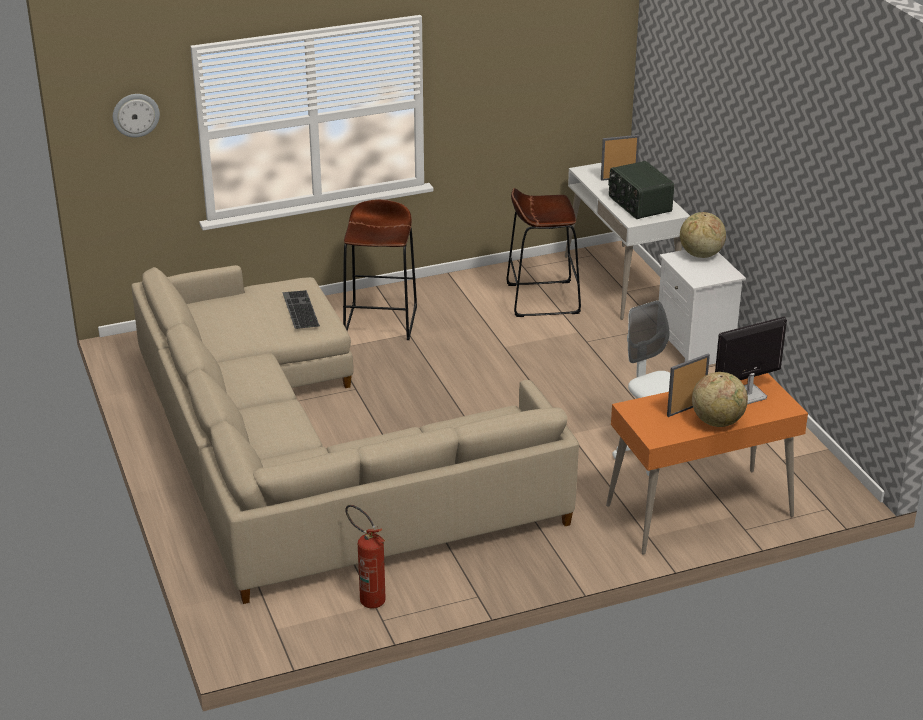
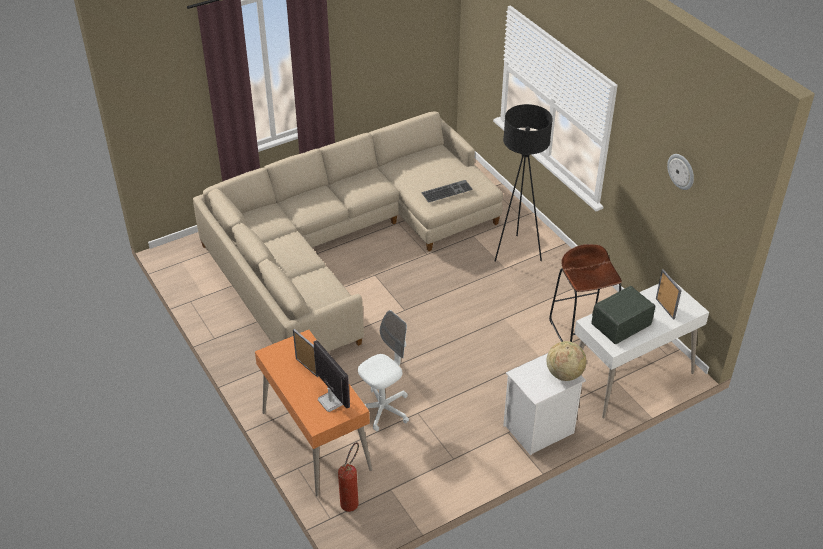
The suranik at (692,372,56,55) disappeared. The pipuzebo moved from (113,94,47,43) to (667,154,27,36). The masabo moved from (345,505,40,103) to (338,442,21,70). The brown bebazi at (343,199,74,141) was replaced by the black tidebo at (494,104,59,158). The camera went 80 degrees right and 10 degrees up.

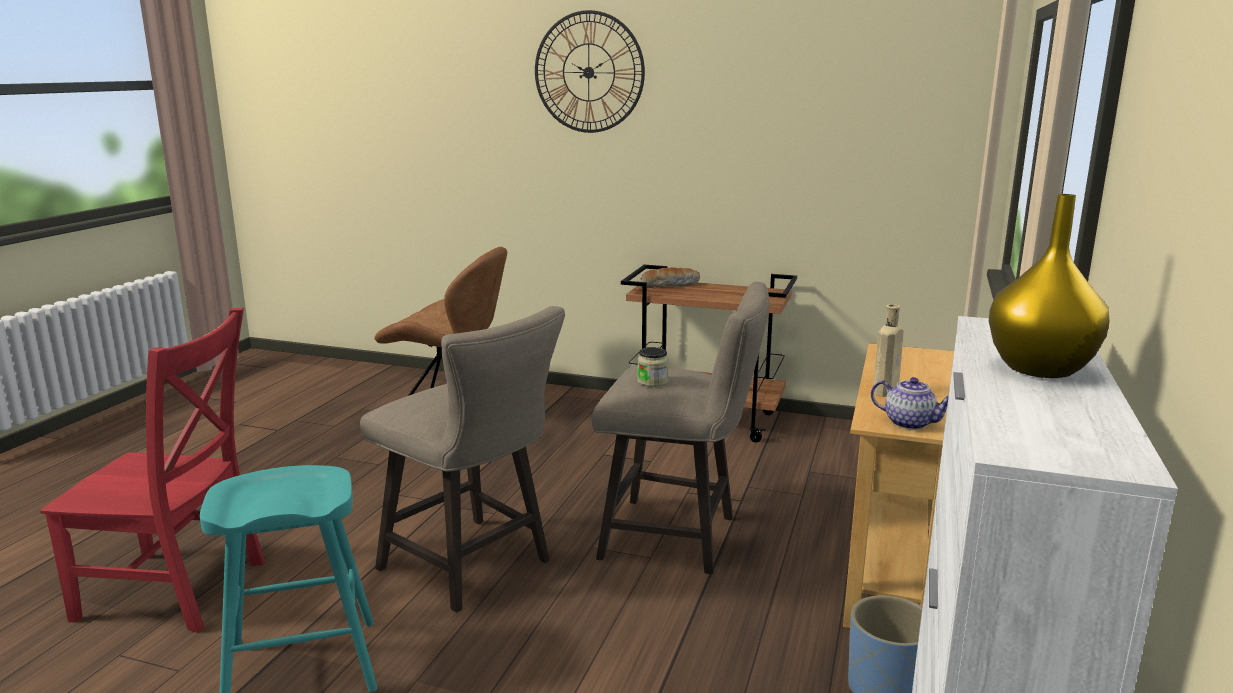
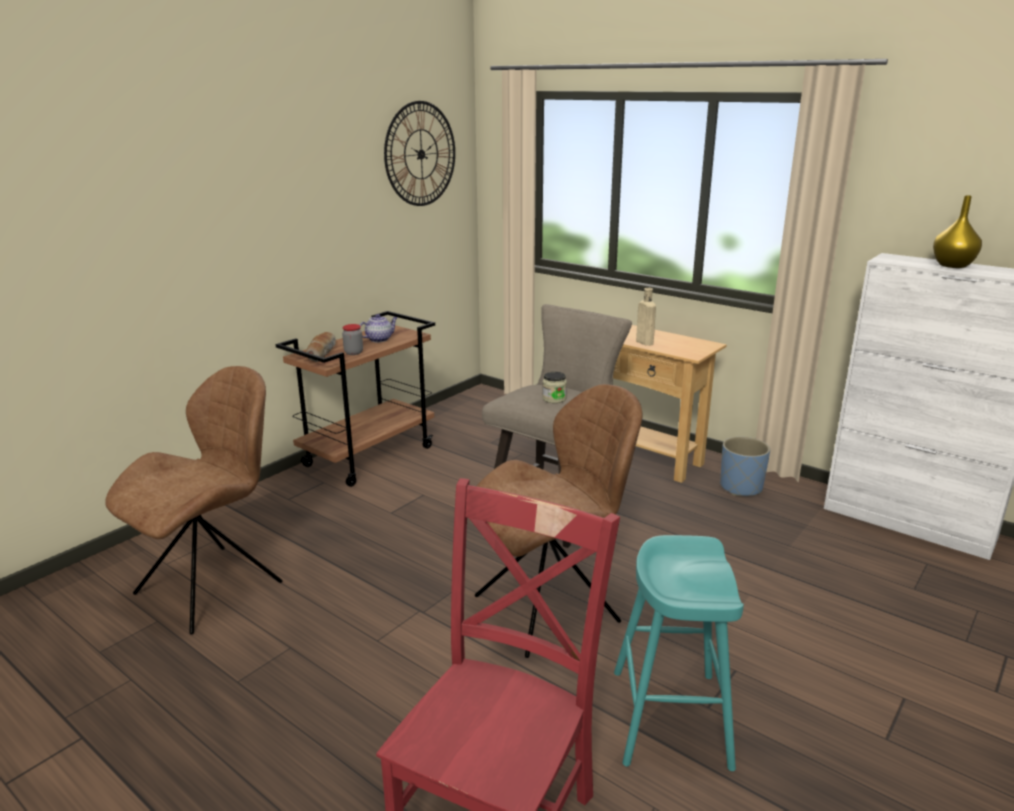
The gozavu at (342,324,21,31) appeared. The pipuzebo moved from (535,10,110,123) to (384,101,71,105). The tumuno moved from (871,377,78,53) to (360,314,38,28). The beige bebazi at (360,306,205,306) was replaced by the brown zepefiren at (475,384,167,274). The camera went 70 degrees left and 5 degrees up.

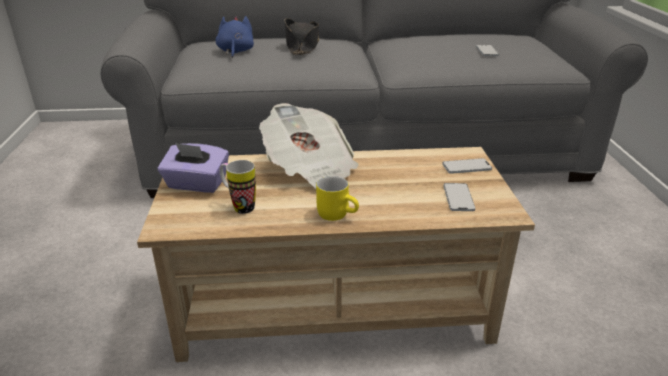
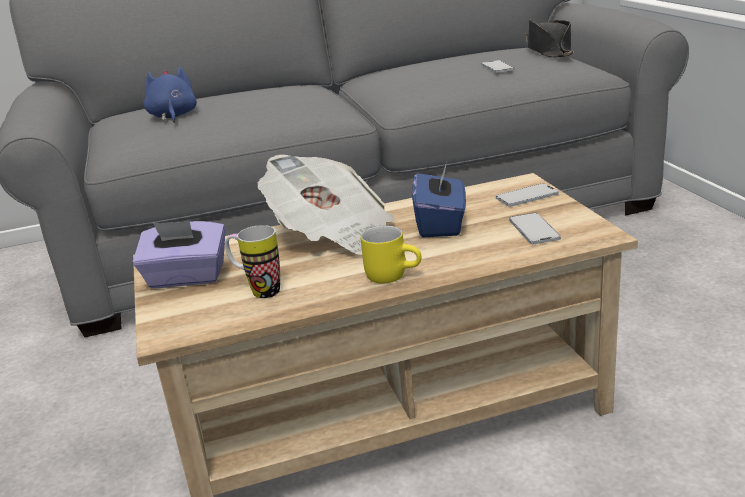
The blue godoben at (412,162,54,75) appeared. The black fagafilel moved from (285,18,34,37) to (525,19,49,38). The camera went 10 degrees left and 5 degrees down.

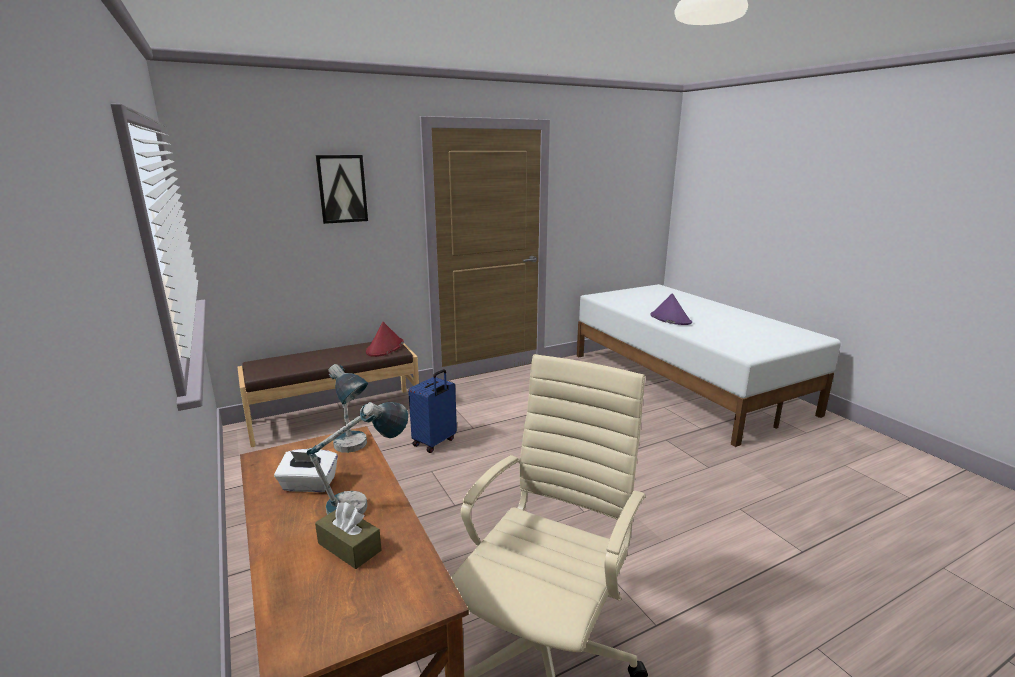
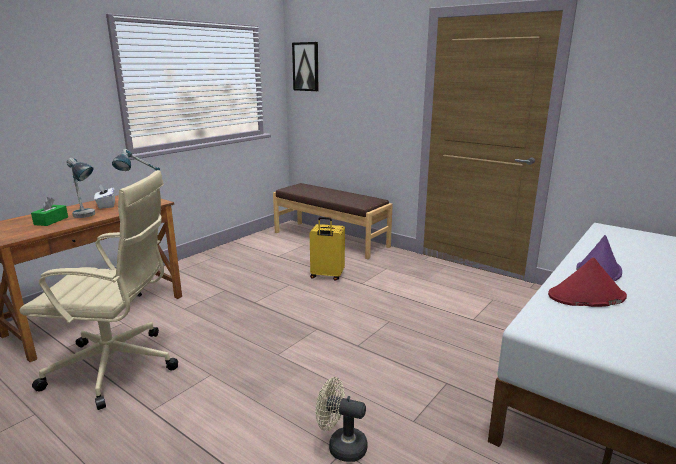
The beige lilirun at (316,377,52,85) appeared. The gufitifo moved from (316,155,52,69) to (292,42,26,49). The red fagafilel moved from (366,322,38,35) to (548,257,79,50). The brown godoben at (315,502,67,67) became the green godoben at (31,197,37,29). The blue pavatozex at (408,369,49,84) became the yellow pavatozex at (310,217,35,64). The camera went 65 degrees right and 0 degrees up.

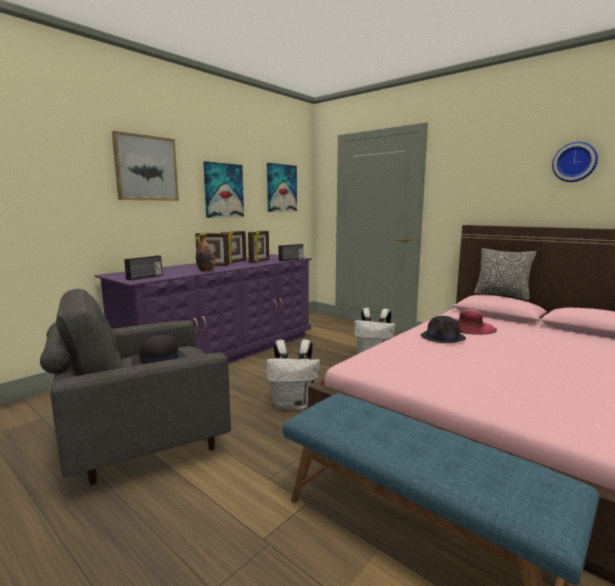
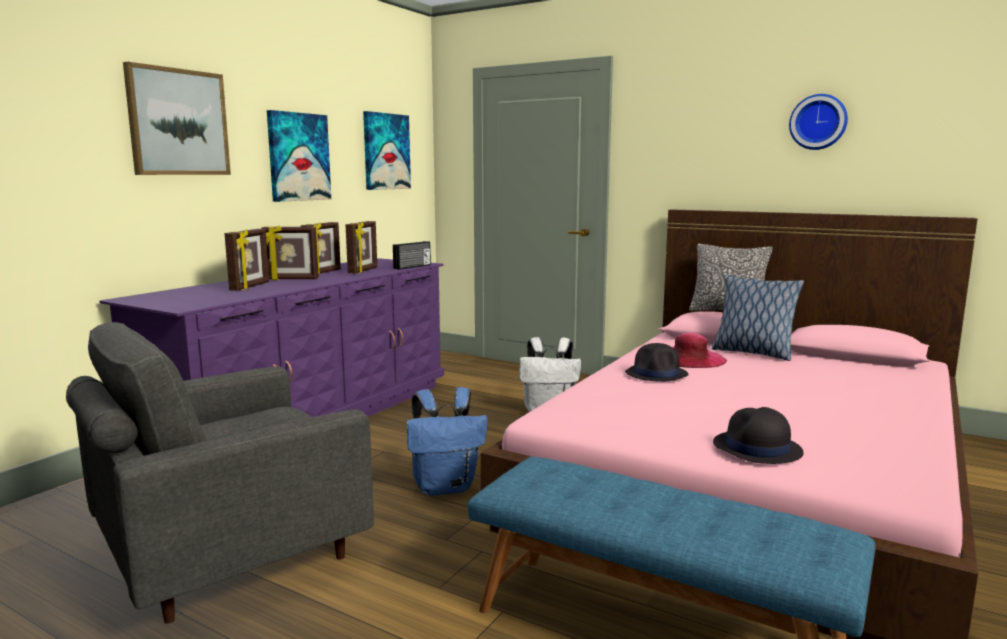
The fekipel at (124,255,39,25) disappeared. The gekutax at (196,234,19,38) disappeared. The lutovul at (225,229,44,61) appeared. The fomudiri at (712,274,92,87) appeared. The black fagafilel moved from (131,335,55,31) to (713,407,91,57). The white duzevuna at (266,339,54,71) became the blue duzevuna at (407,387,81,109). The camera went 10 degrees left and 0 degrees up.

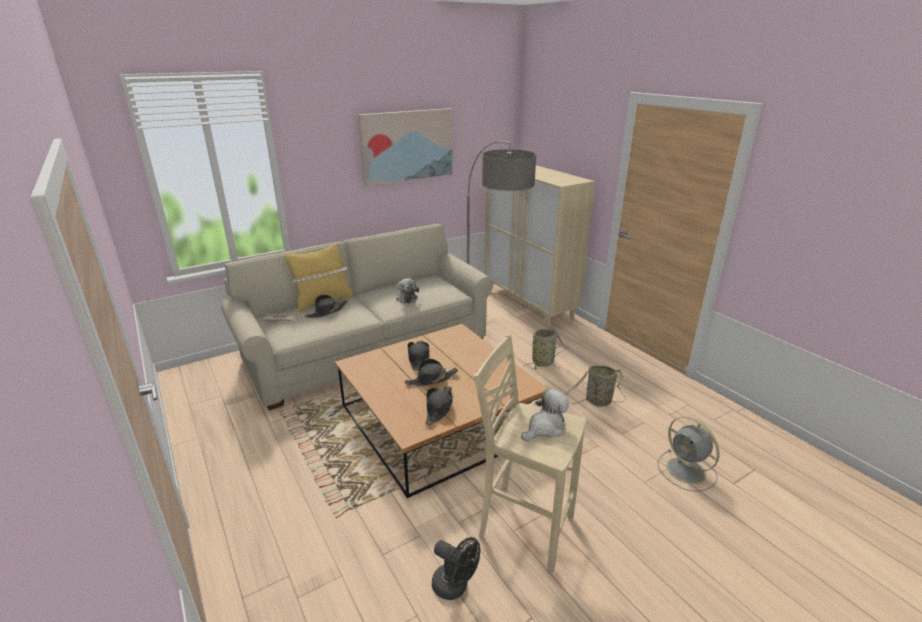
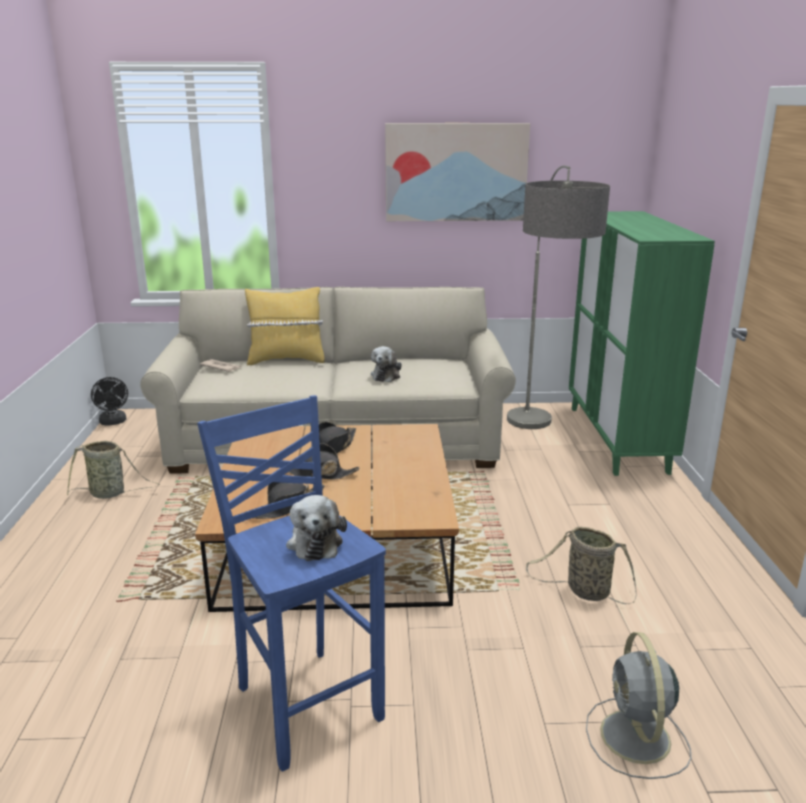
The black fagafilel at (305,295,43,23) disappeared. The black lilirun moved from (432,537,48,63) to (91,377,37,49). The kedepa moved from (524,329,45,41) to (67,441,93,58). The beige bebazi at (474,334,112,239) became the blue bebazi at (197,395,189,377). The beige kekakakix at (485,165,110,163) became the green kekakakix at (569,211,146,265). The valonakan at (521,388,48,53) turned 90 degrees clockwise. The camera went 30 degrees right and 5 degrees down.

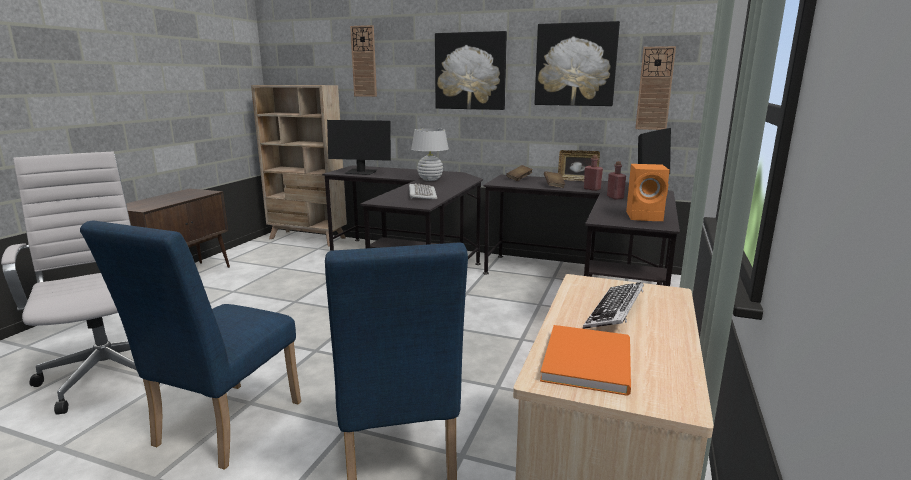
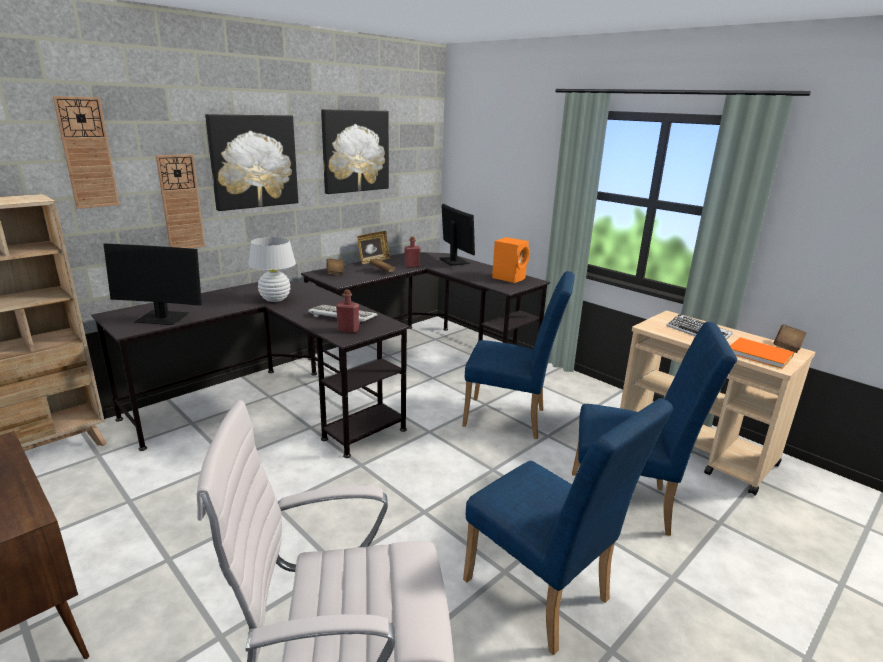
The blue zepefiren at (462,271,113,168) appeared. The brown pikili at (774,324,33,29) appeared. The red gekutax moved from (607,161,19,39) to (336,290,23,43). The pipuzebo moved from (635,46,41,84) to (156,154,49,94). The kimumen at (327,120,64,55) turned 60 degrees clockwise. The camera went 65 degrees left and 5 degrees up.

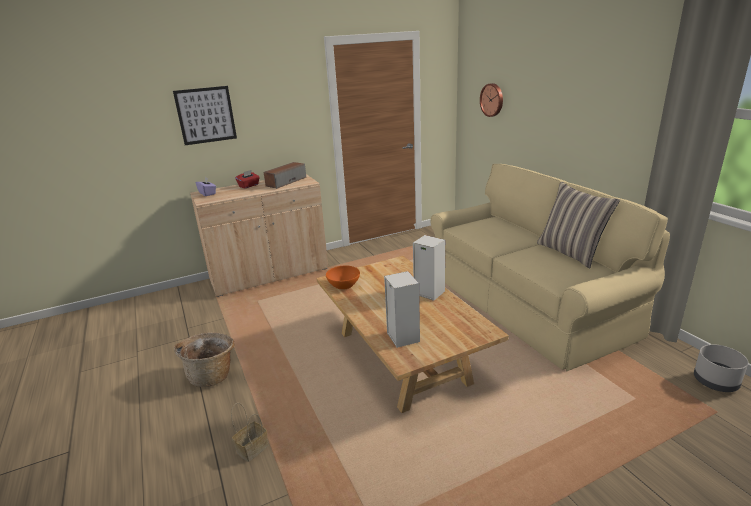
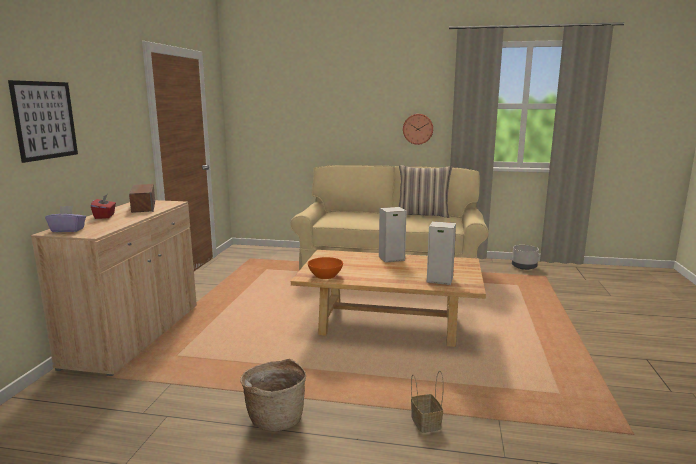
The pipuzebo moved from (480,83,23,34) to (403,114,30,31). The camera went 55 degrees left and 10 degrees down.

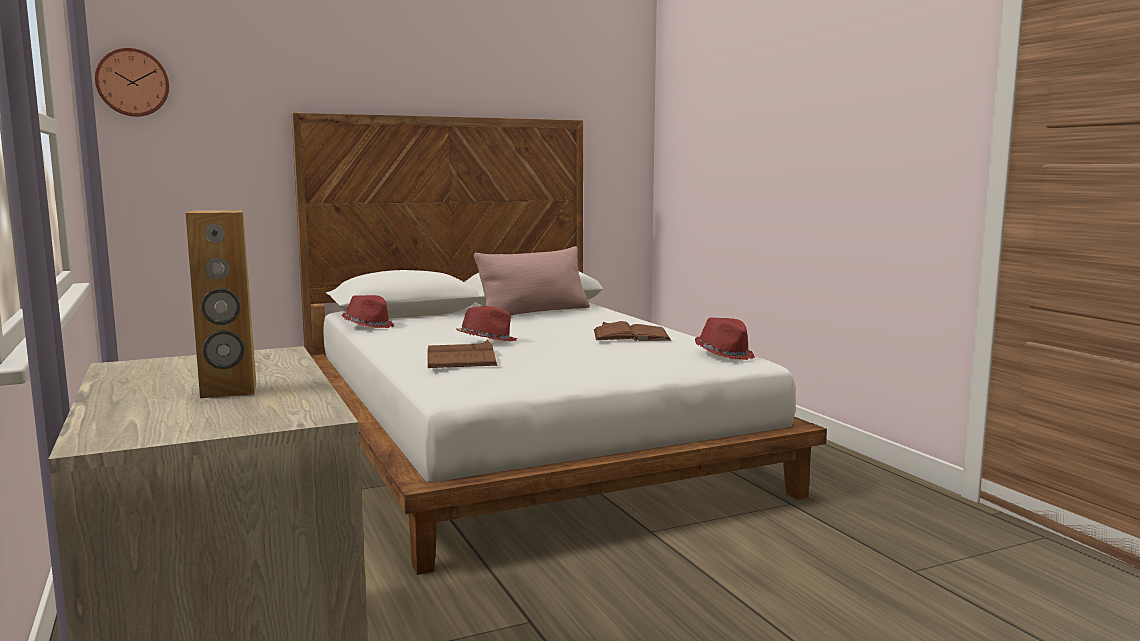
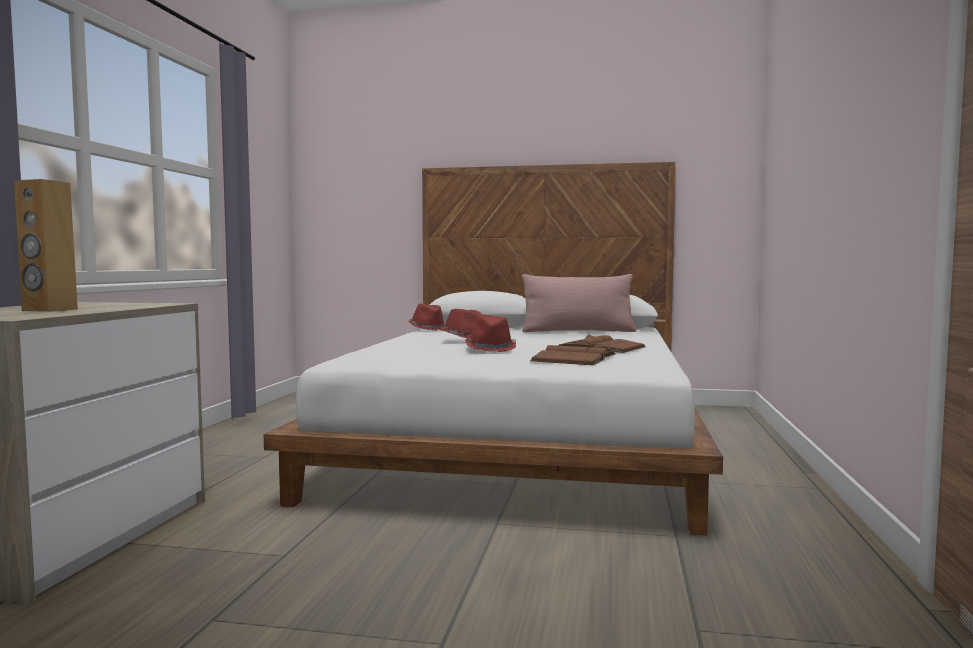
The pipuzebo at (95,48,74,69) disappeared. The brown pikili moved from (427,340,70,28) to (530,345,86,20). The red fagafilel moved from (695,317,60,43) to (465,314,51,38). The camera went 35 degrees right and 5 degrees down.

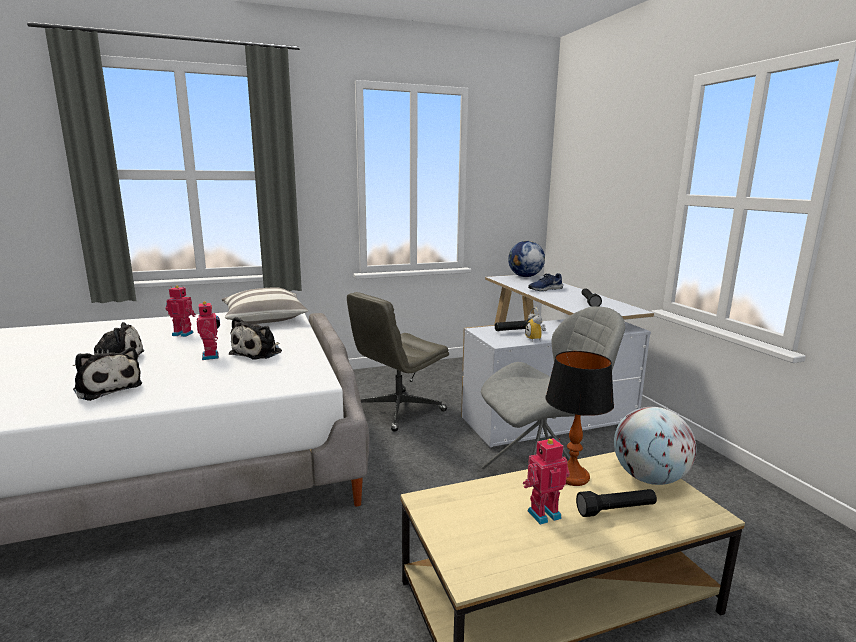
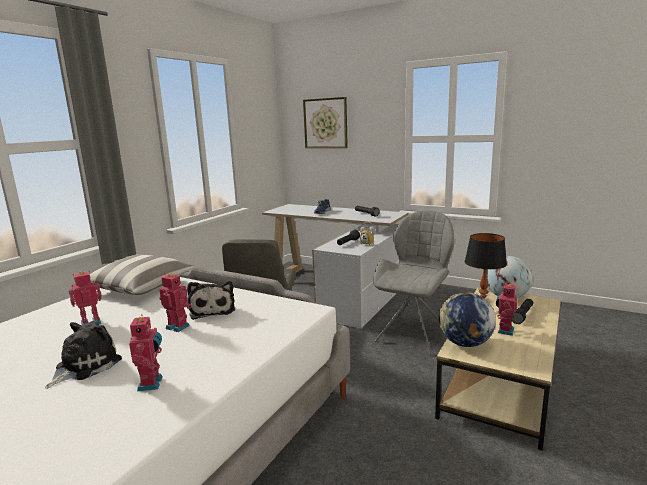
The gufitifo at (303,97,45,51) appeared. The suranik moved from (508,241,37,36) to (438,292,58,55). The valonakan at (73,347,70,54) was replaced by the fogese at (129,314,33,78). The camera went 40 degrees left and 0 degrees up.

